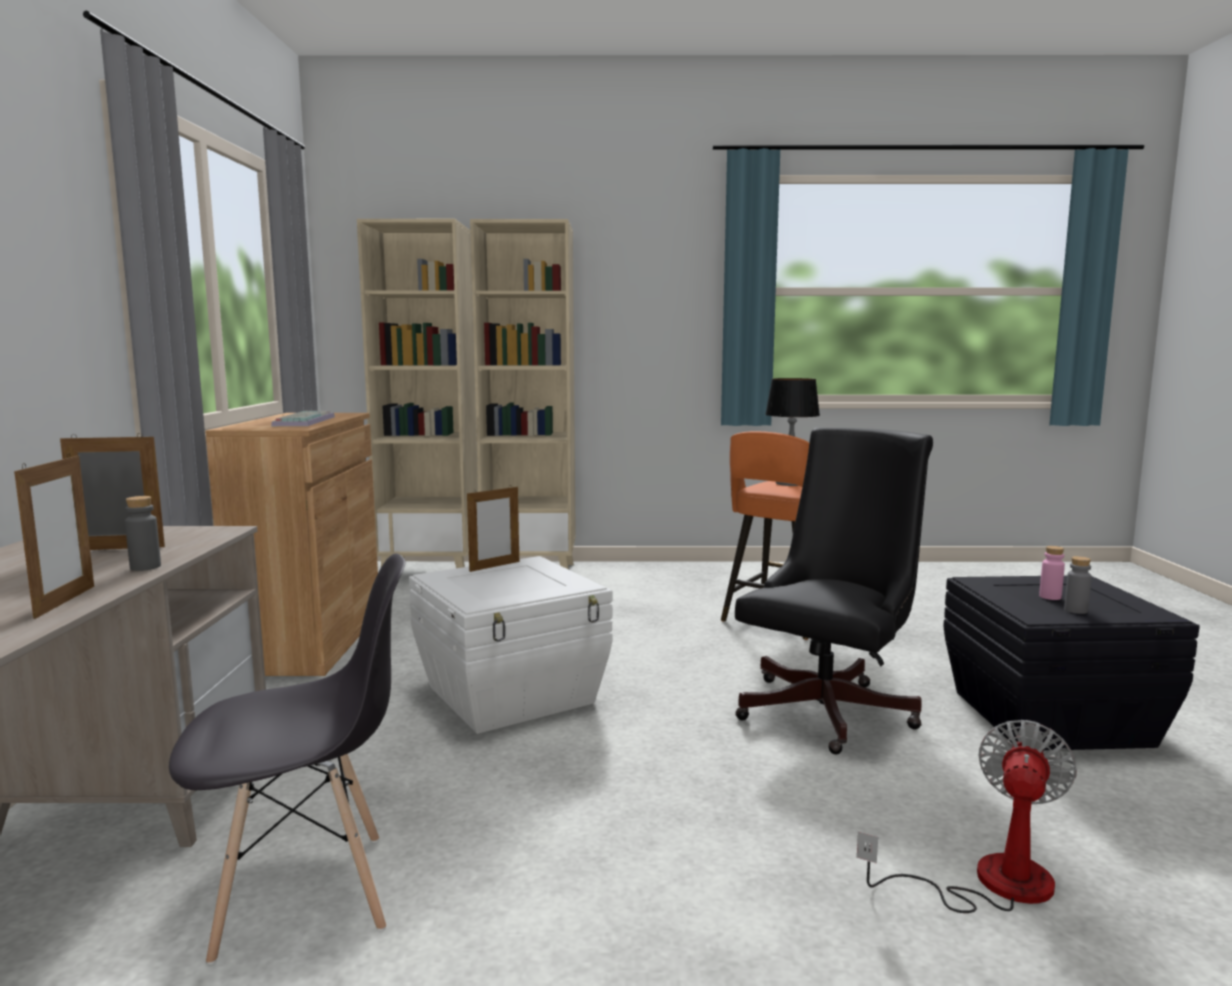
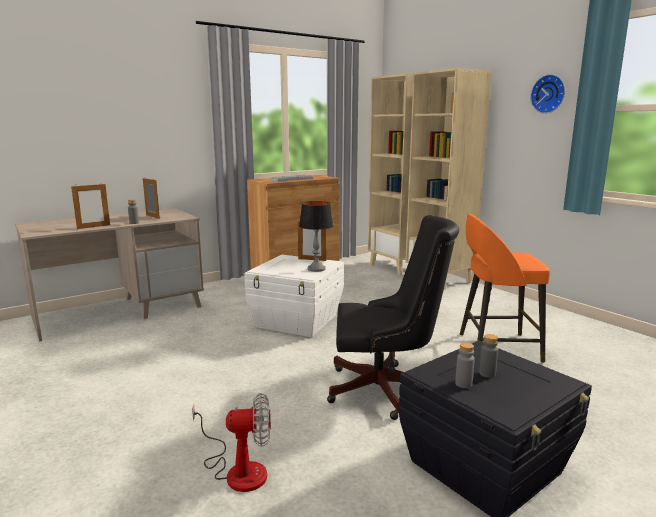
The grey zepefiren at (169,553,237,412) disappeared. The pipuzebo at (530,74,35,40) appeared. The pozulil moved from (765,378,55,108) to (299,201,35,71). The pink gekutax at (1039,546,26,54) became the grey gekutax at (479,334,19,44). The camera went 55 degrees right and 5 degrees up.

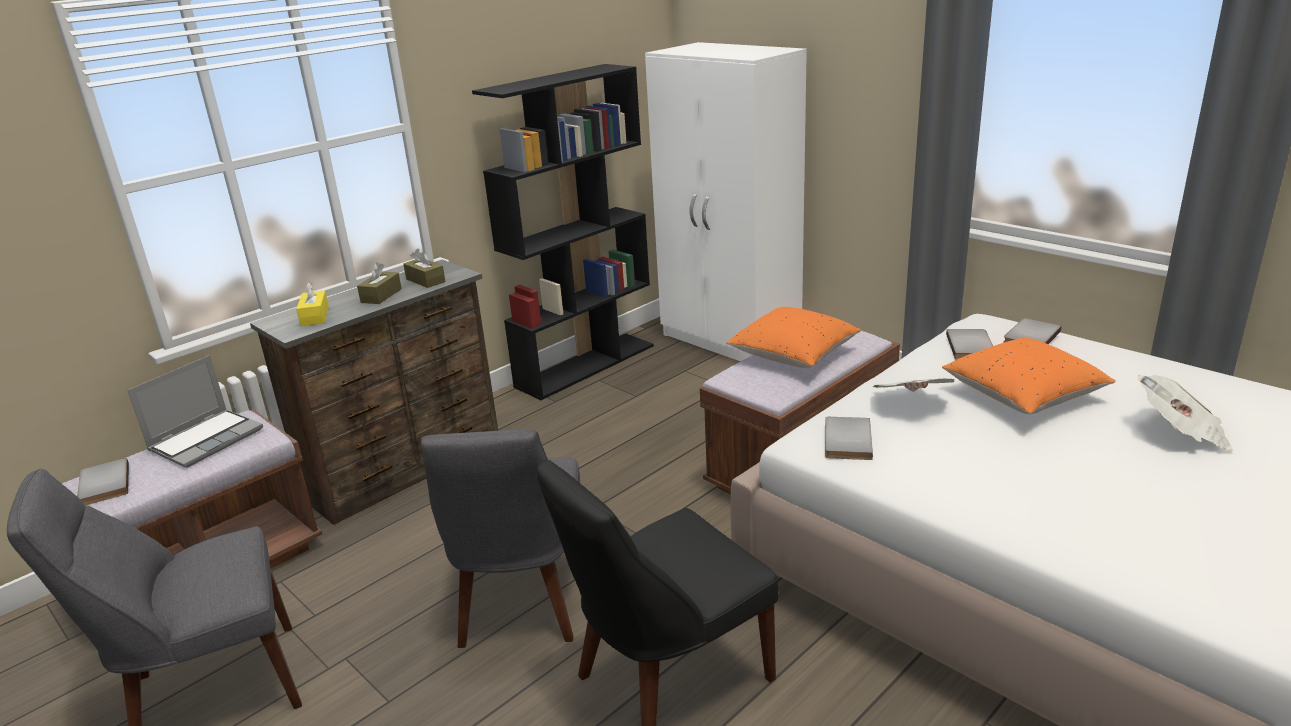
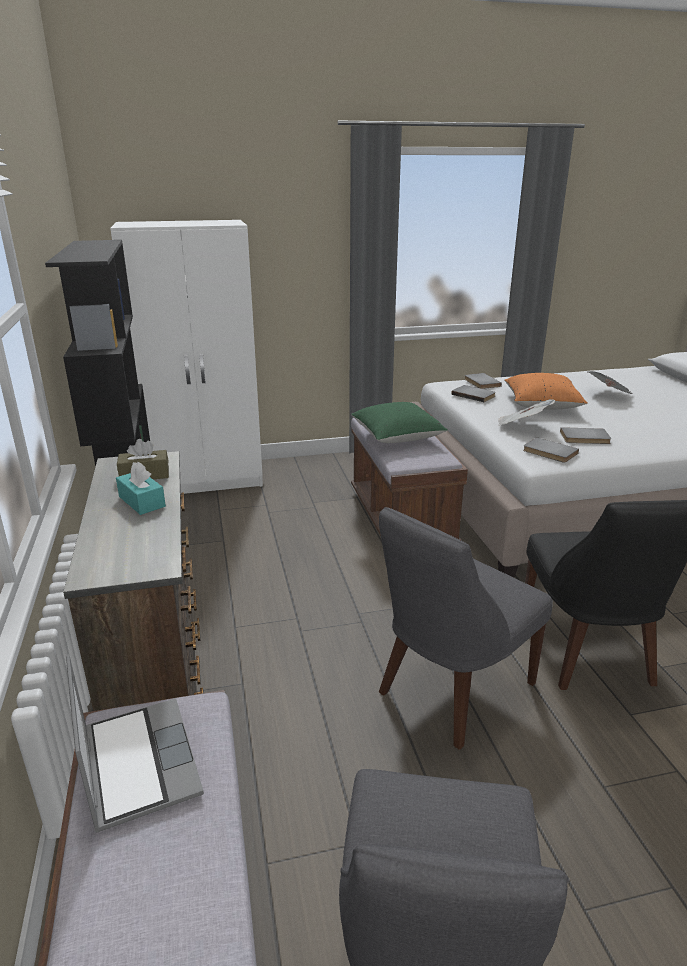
The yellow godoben at (296,282,33,44) disappeared. The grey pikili moved from (77,458,52,47) to (560,427,51,17). The brown godoben at (357,262,45,42) became the turquoise godoben at (116,462,50,53). The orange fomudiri at (726,307,135,61) became the green fomudiri at (351,402,97,41). The grey zepefiren at (421,429,159,219) turned 105 degrees clockwise. The camera went 60 degrees left and 0 degrees up.

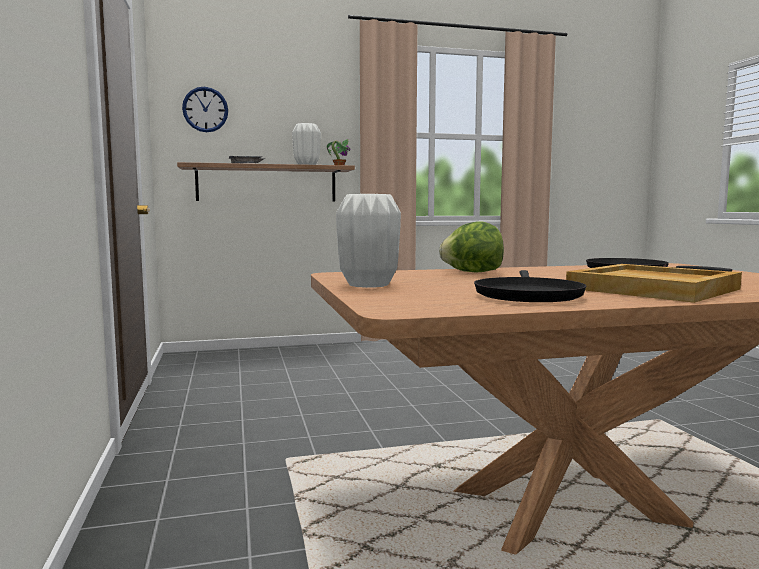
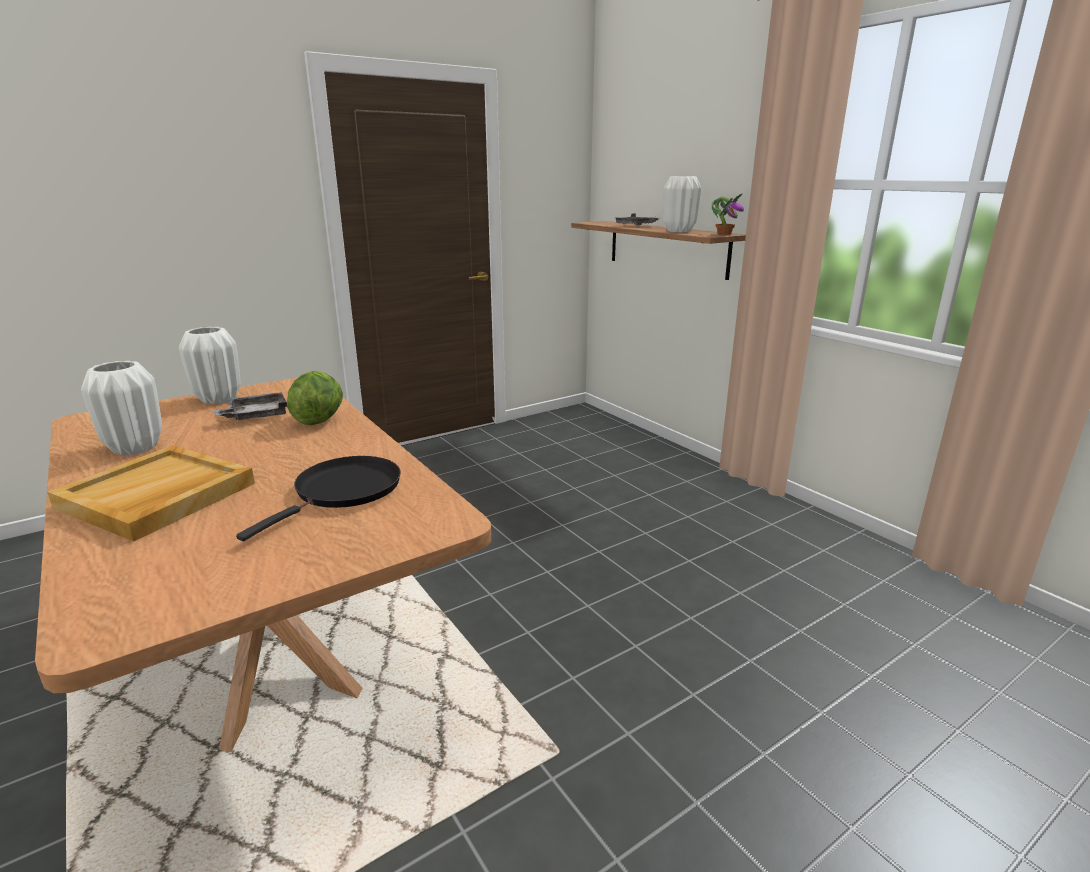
The pipuzebo at (182,87,46,45) disappeared. The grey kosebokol at (214,392,73,28) appeared. The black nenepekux at (474,270,113,32) was replaced by the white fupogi at (81,361,81,94). The camera went 70 degrees right and 15 degrees up.

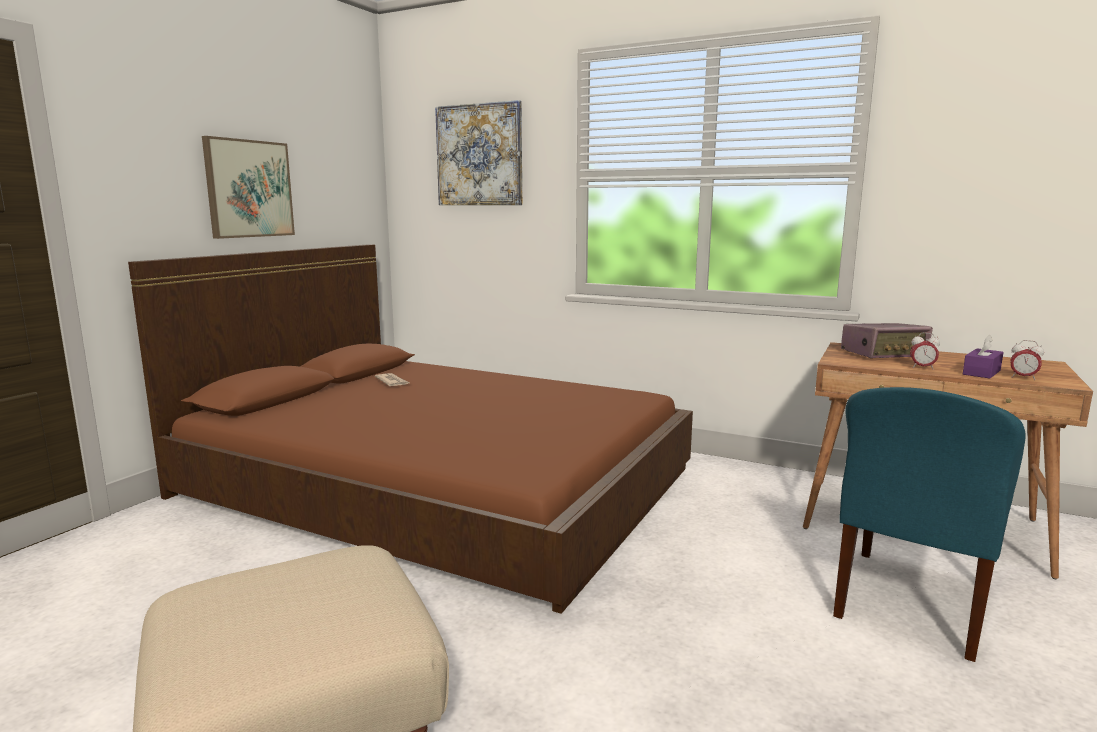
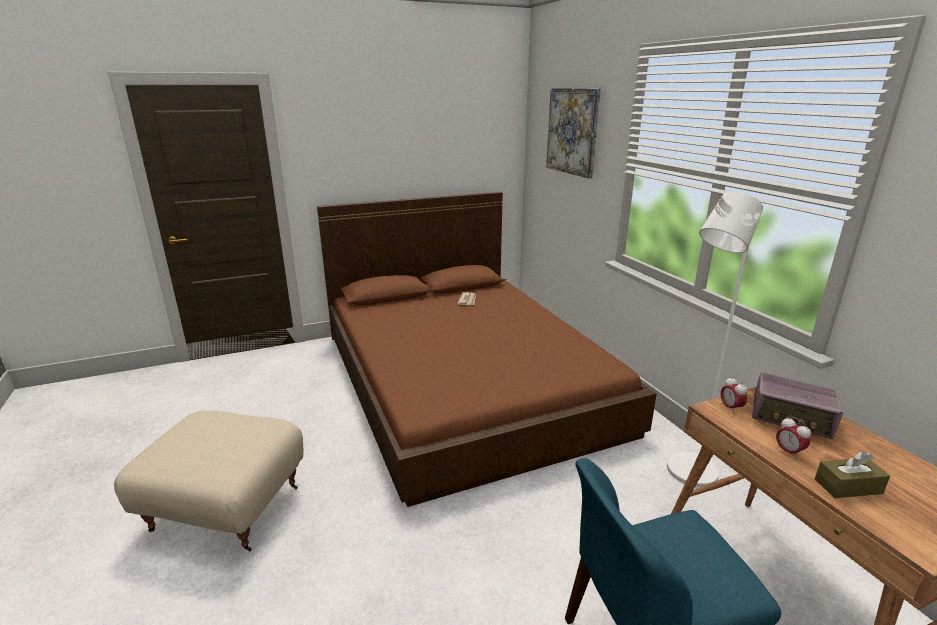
The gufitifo at (202,136,93,103) disappeared. The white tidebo at (667,191,96,296) appeared. The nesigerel moved from (1011,340,33,40) to (721,376,26,38). The purple godoben at (963,335,40,44) became the brown godoben at (815,451,75,47). The camera went 40 degrees right and 10 degrees up.

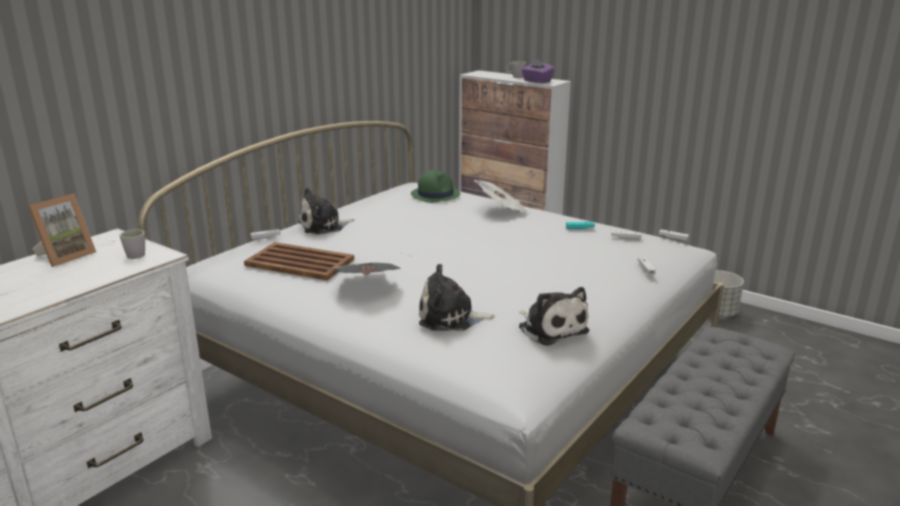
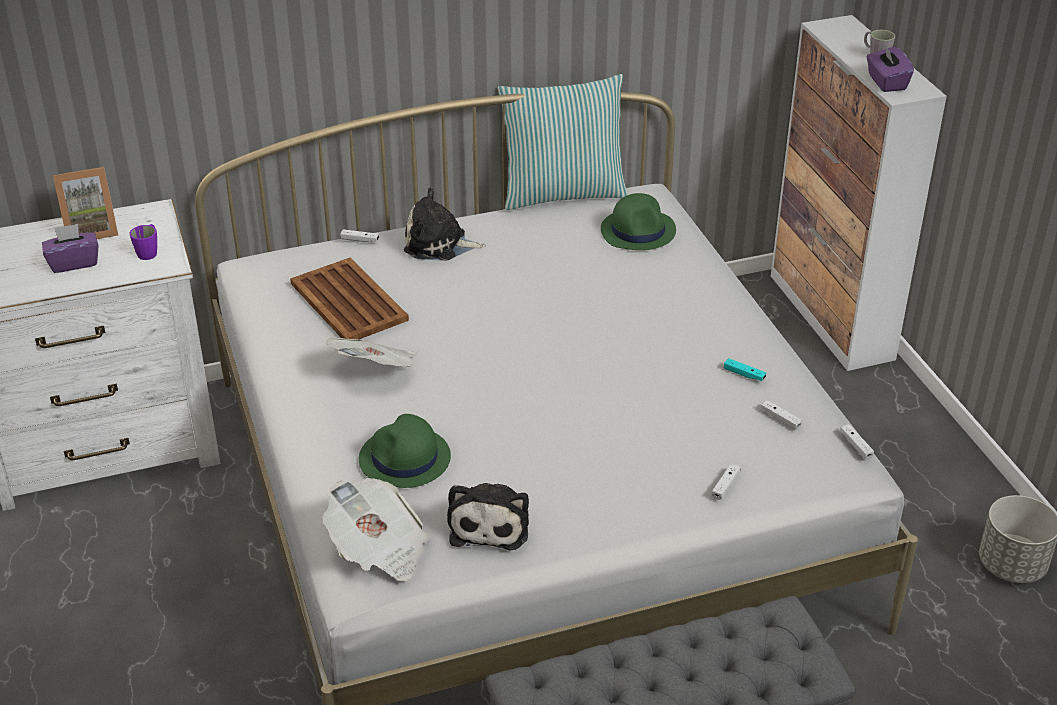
The purple godoben at (42,224,57,49) appeared. The fomudiri at (498,74,130,136) appeared. The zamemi moved from (474,180,56,34) to (322,478,108,104). The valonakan at (419,264,76,67) was replaced by the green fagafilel at (359,414,92,74). The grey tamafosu at (119,229,26,30) became the purple tamafosu at (129,224,28,36). The camera went 35 degrees right and 15 degrees up.

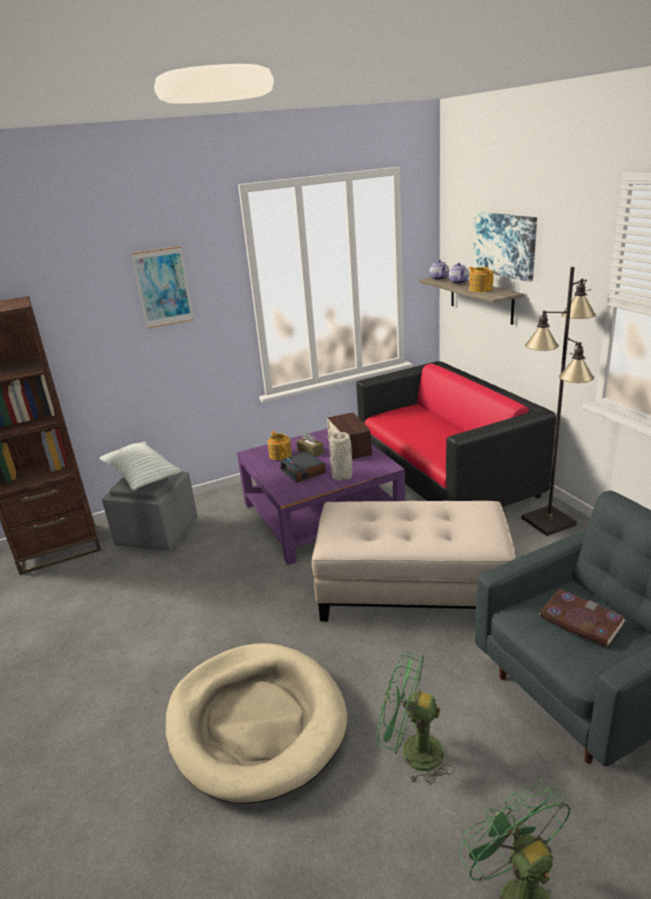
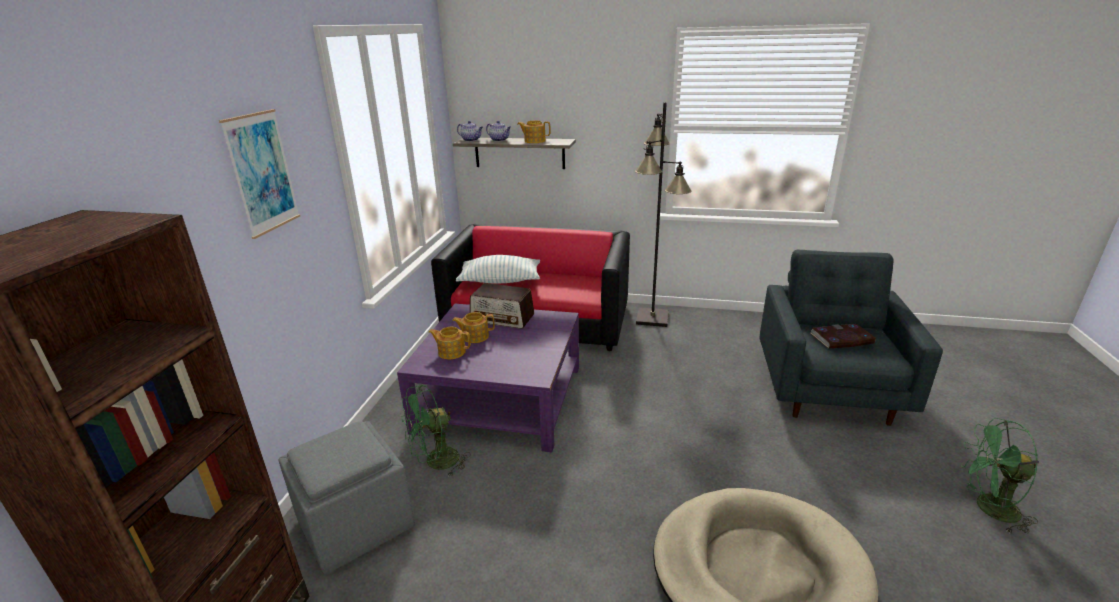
The nesigerel at (280,451,46,32) disappeared. The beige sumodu at (312,501,204,120) disappeared. The grey fupogi at (329,432,23,49) disappeared. The gufitifo at (473,212,64,70) disappeared. The fomudiri moved from (100,442,82,49) to (456,255,84,28). The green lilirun moved from (377,652,78,133) to (402,385,69,92). The brown godoben at (297,433,27,24) was replaced by the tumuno at (452,312,43,31). The camera went 55 degrees left and 0 degrees up.

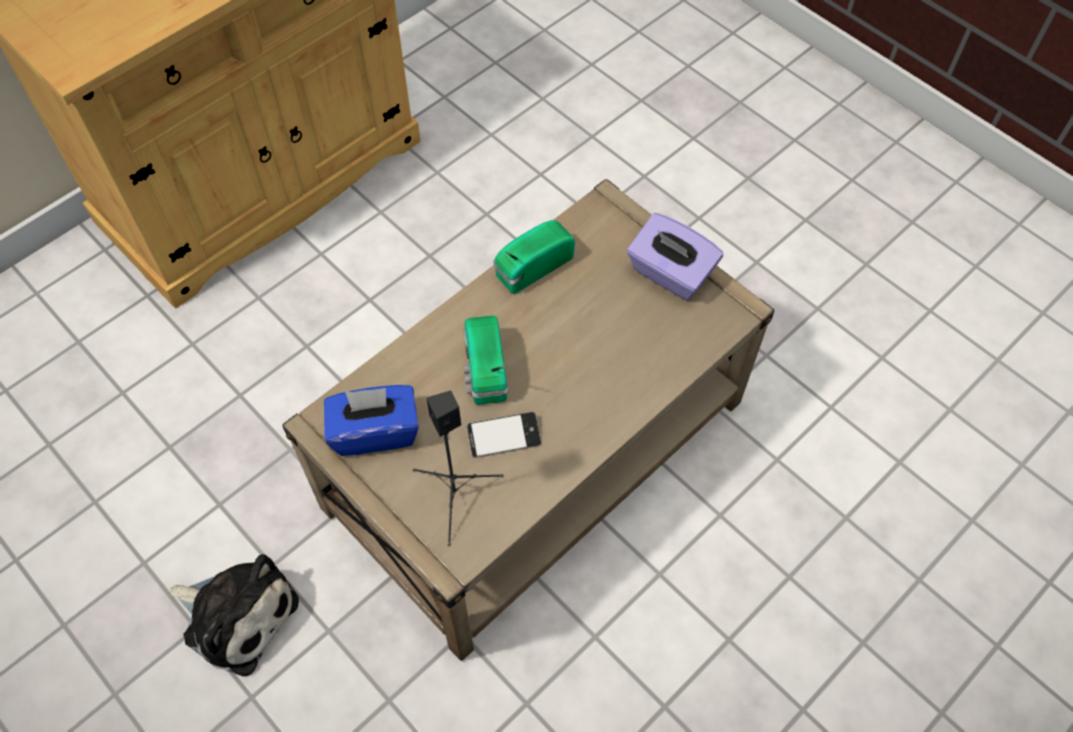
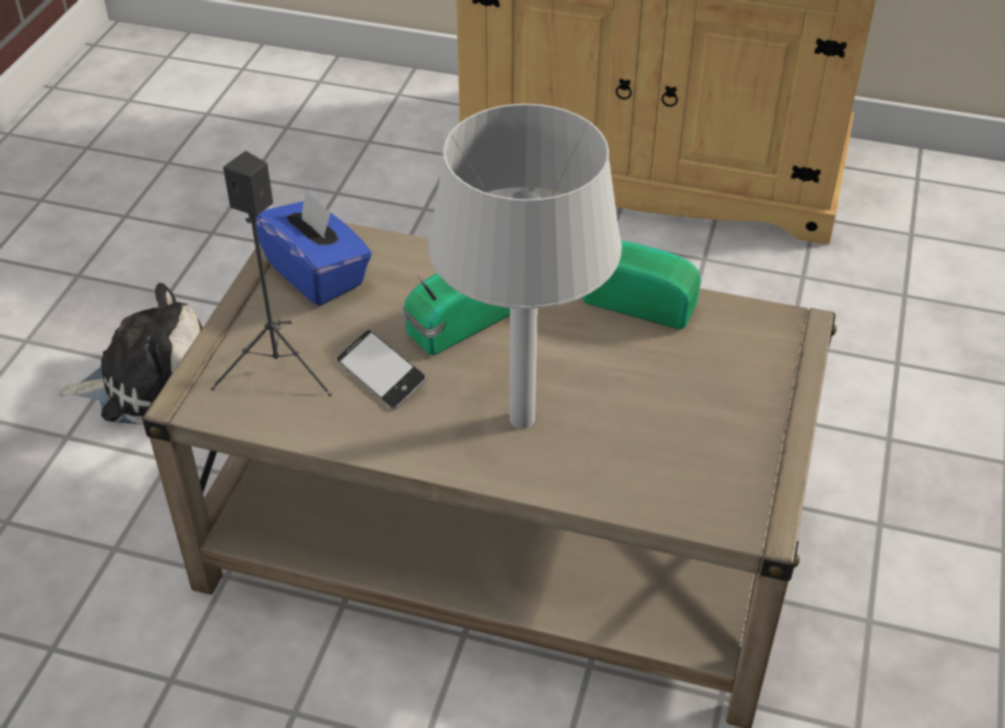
The purple godoben at (627,213,96,87) disappeared. The grey pozulil at (428,104,194,325) appeared. The valonakan at (169,554,130,122) turned 90 degrees counterclockwise. The camera went 60 degrees right and 15 degrees down.

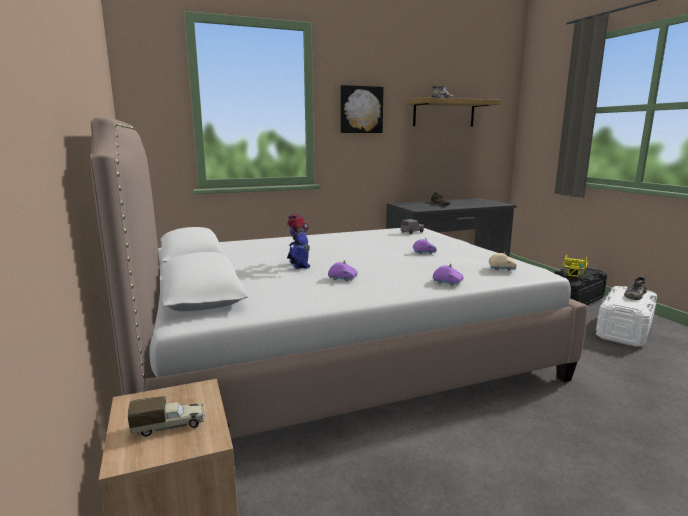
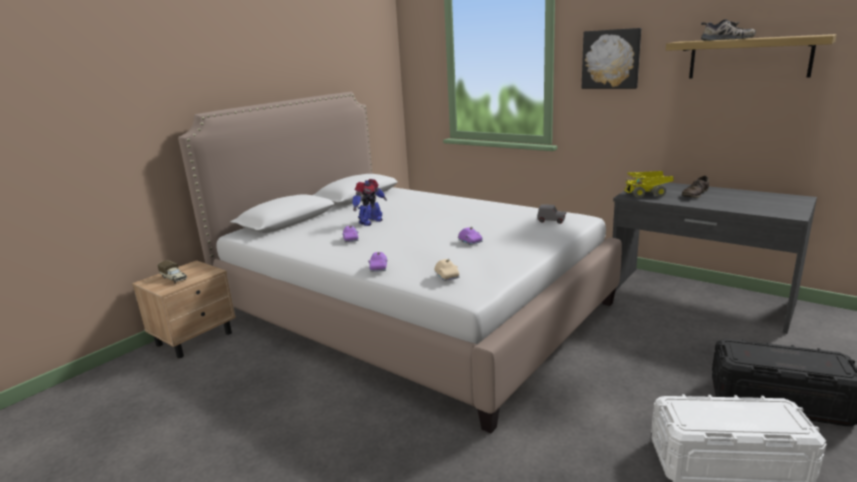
The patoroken at (624,276,23,24) disappeared. The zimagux moved from (563,254,24,24) to (624,171,50,27). The camera went 60 degrees right and 5 degrees up.

